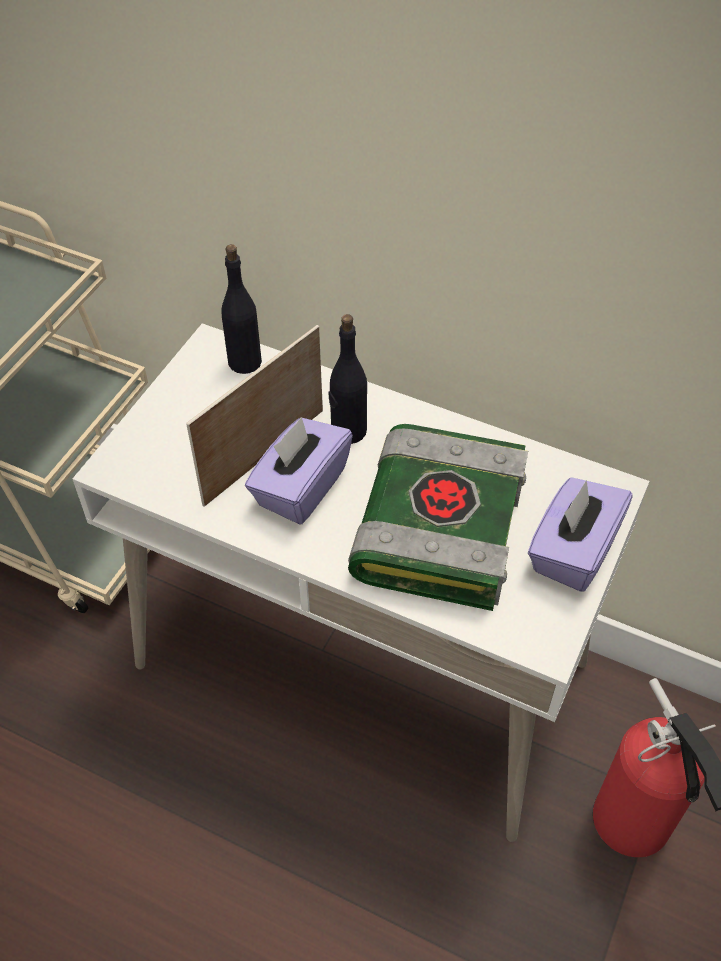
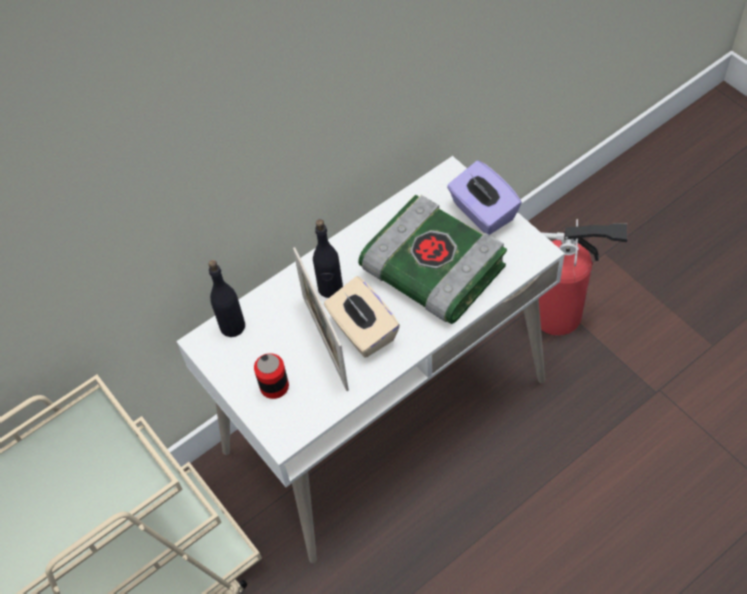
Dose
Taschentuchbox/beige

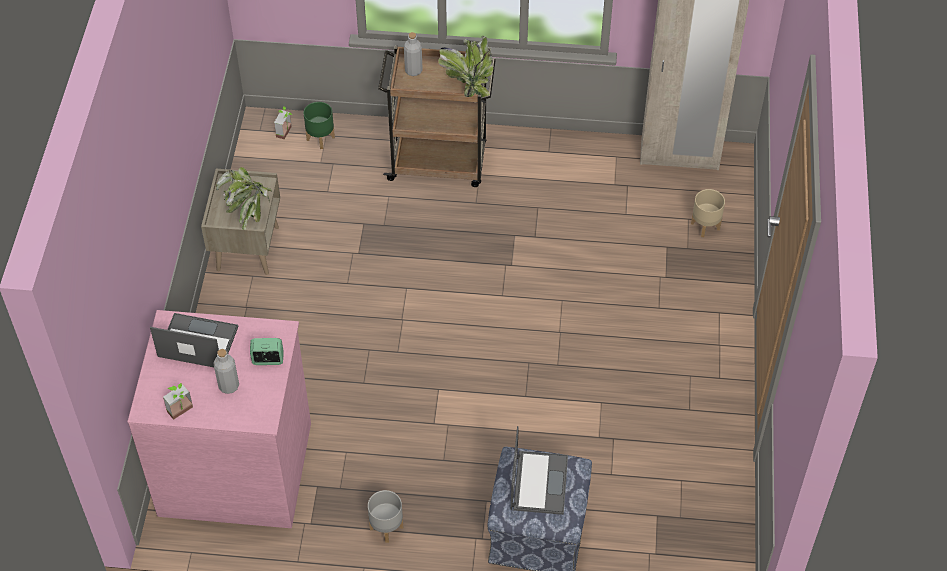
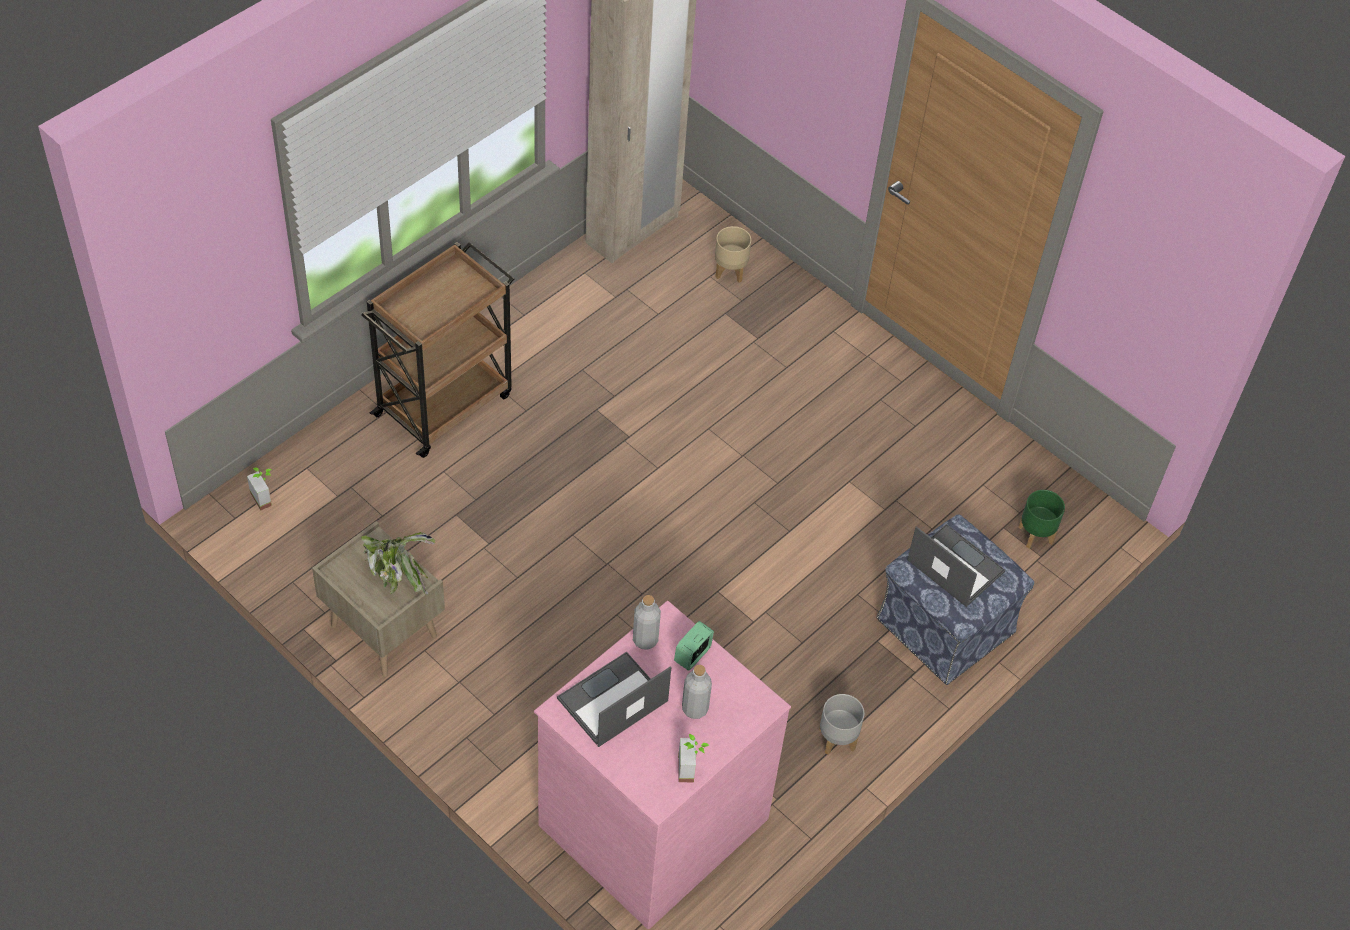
Topfpflanze (4th from left in the first image)
Pflanzkübel/grün
Flasche/grau (1st from left)

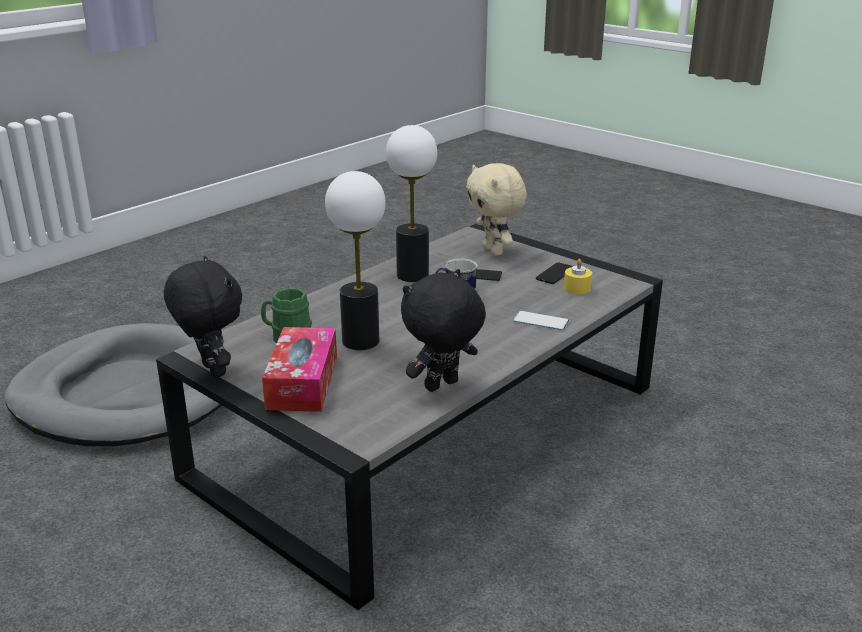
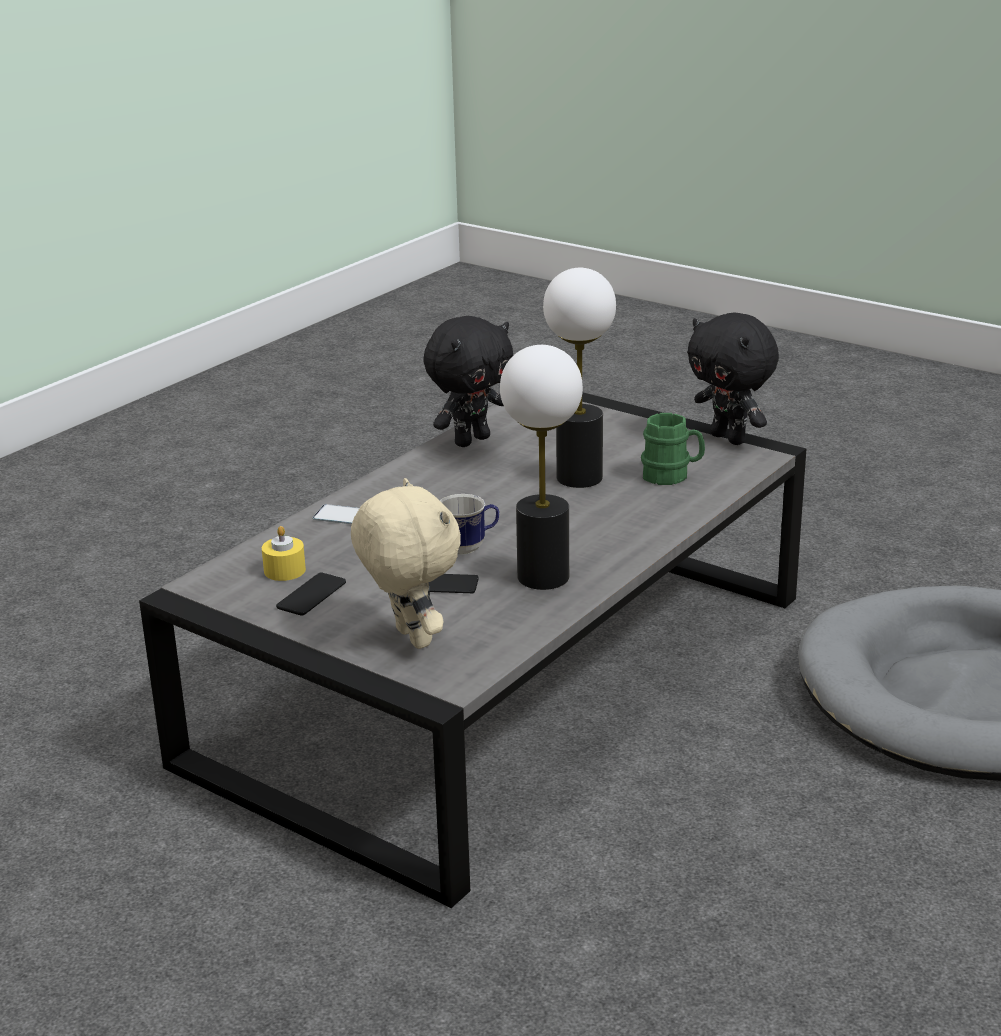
Taschentuchbox

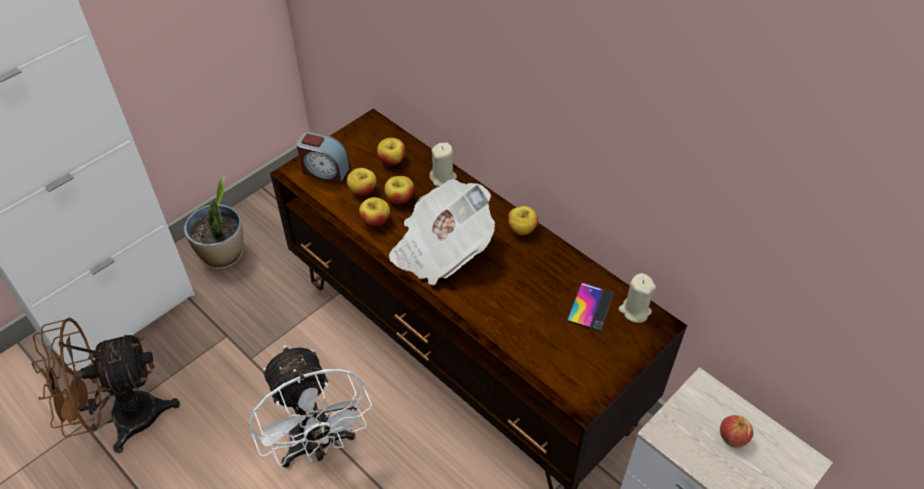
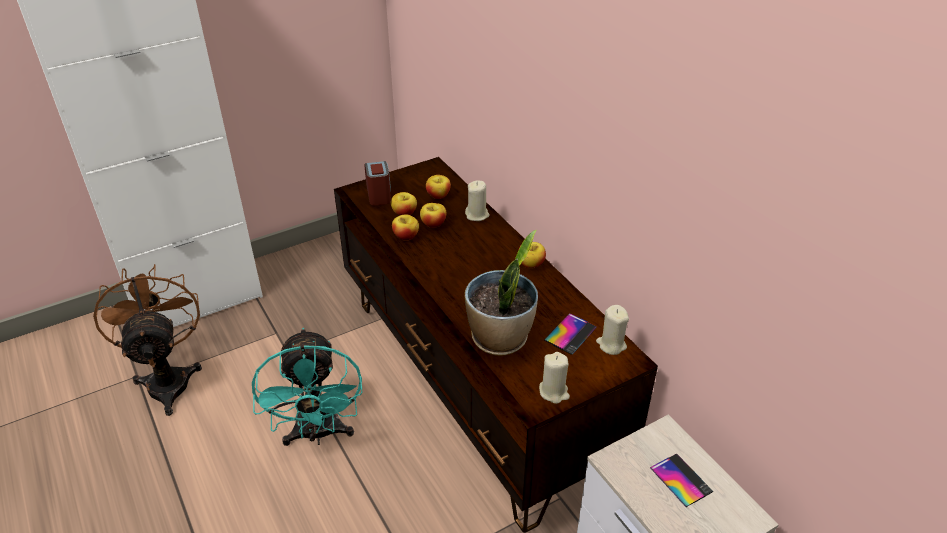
Zeitung
Kerze/beige (2nd from left)
Topfpflanze
Handy (2nd from left)
Ventilator/türkis
Ventilator/braun
Wecker

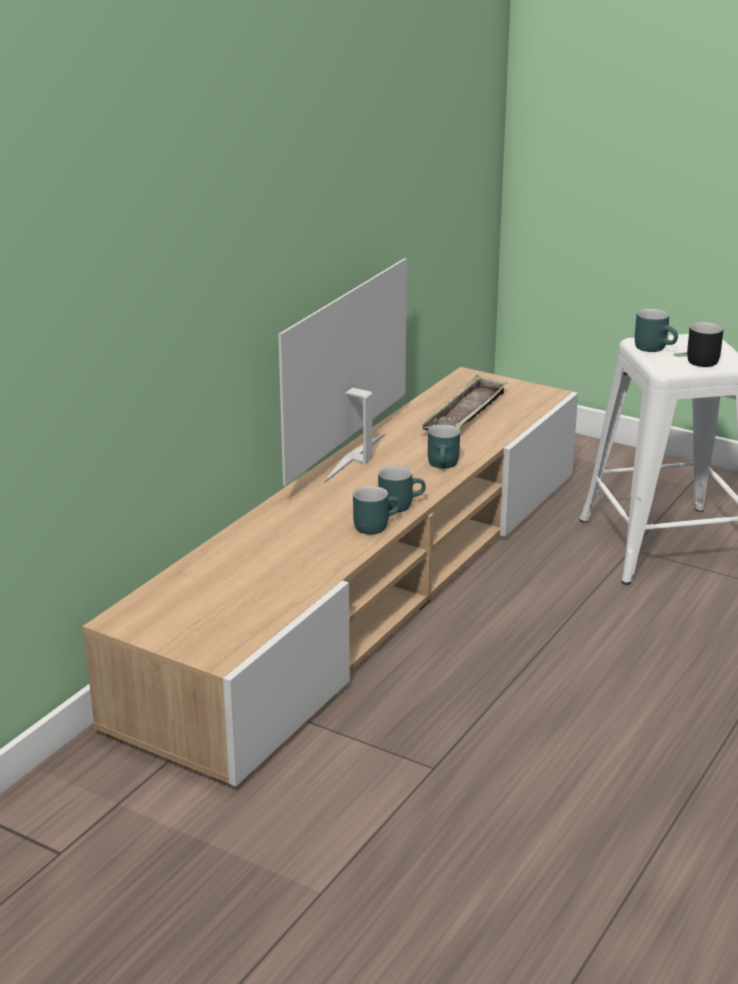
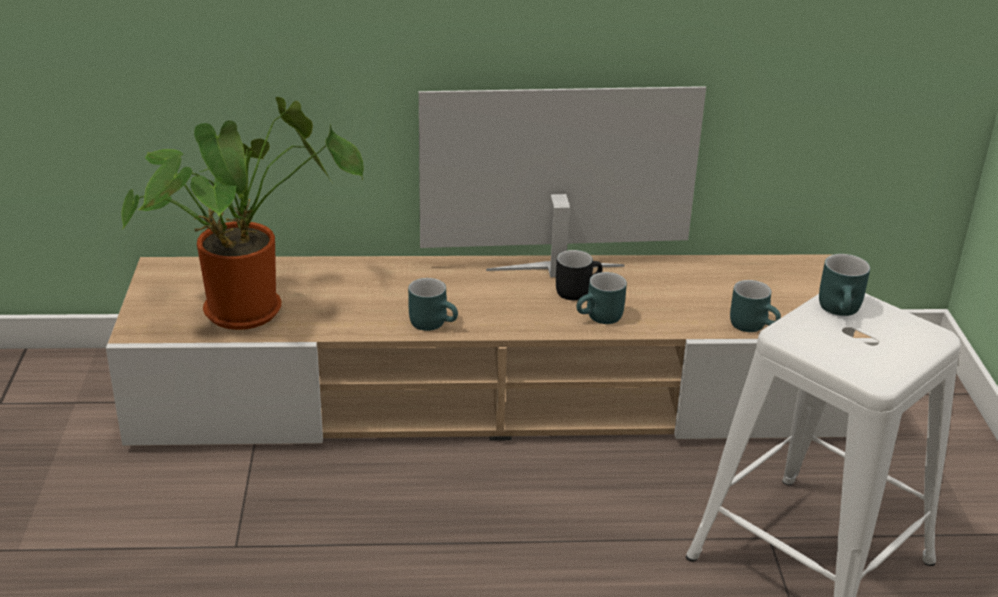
Tablett
Topfpflanze
Henkelbecher/türkis (3rd from left)
Henkelbecher/schwarz

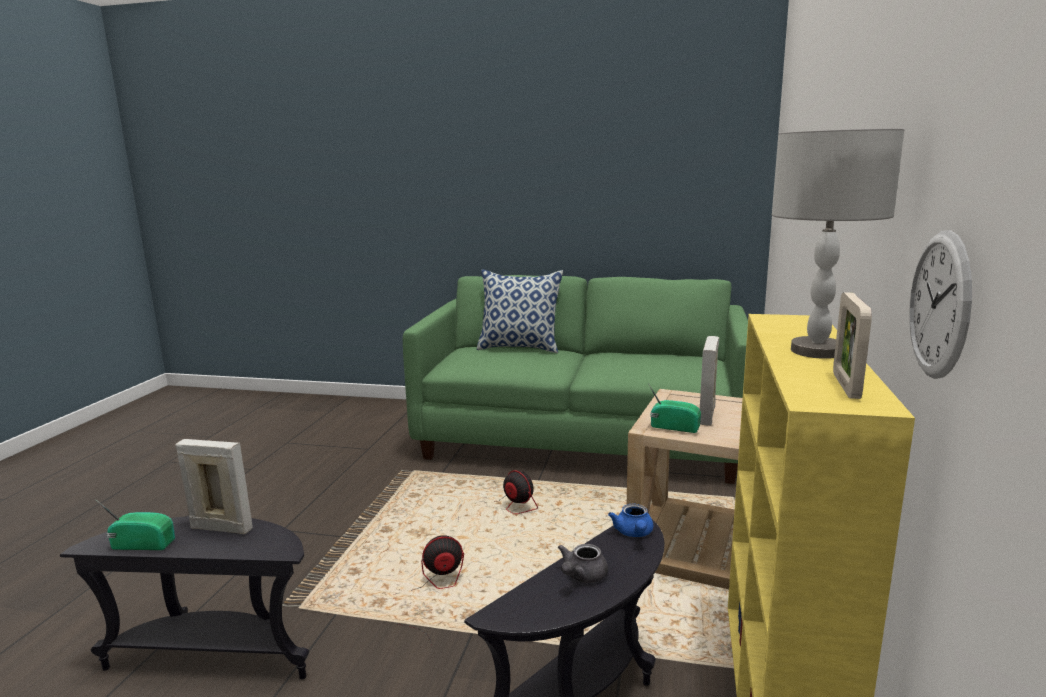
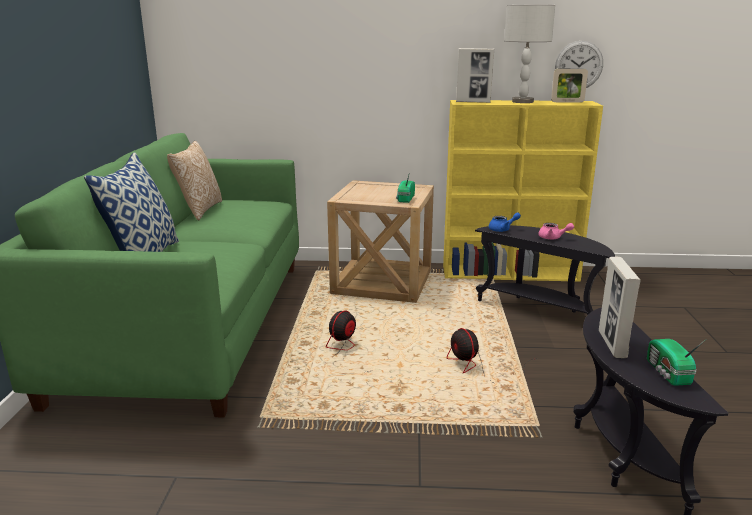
Kissen (2nd from left)
Bilderrahmen (1st from left)
Teekanne/rosa

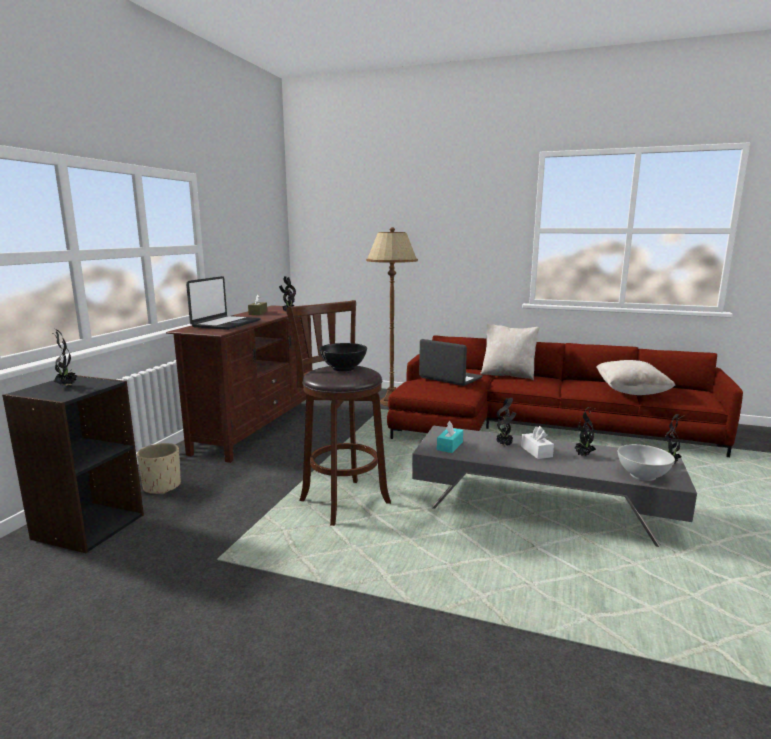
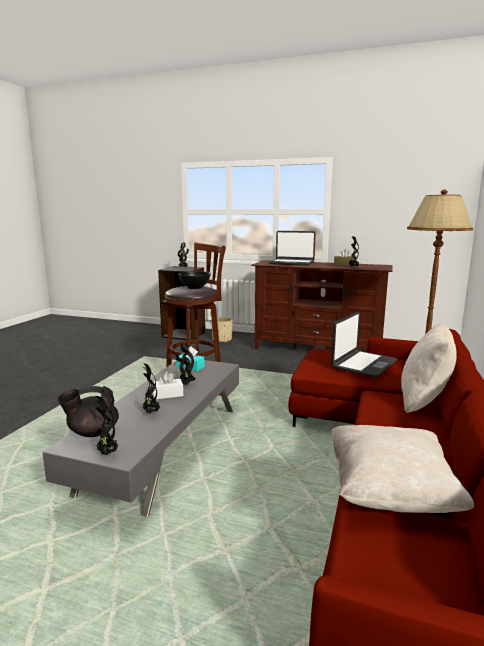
Teekanne/schwarz

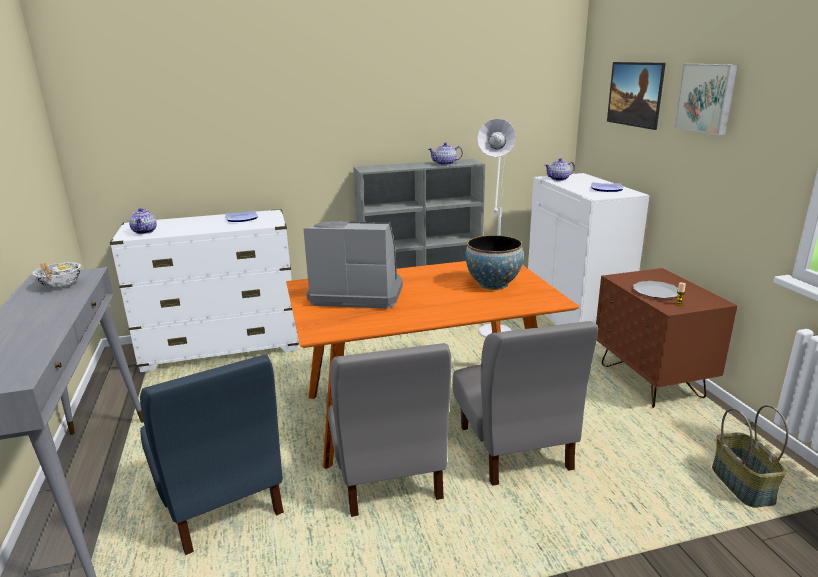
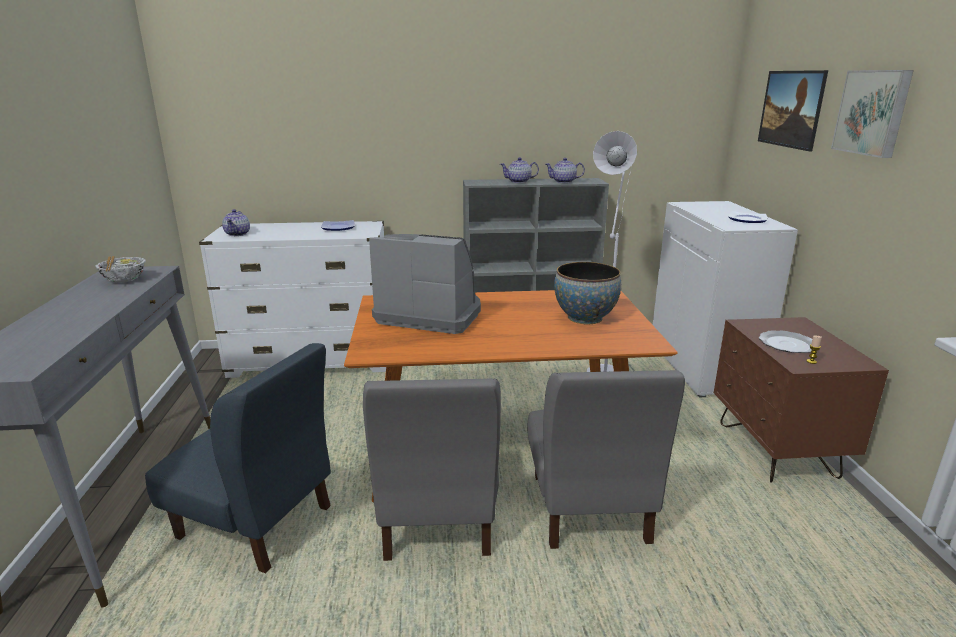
Korb
Teekanne (2nd from left)
Stuhl/blau

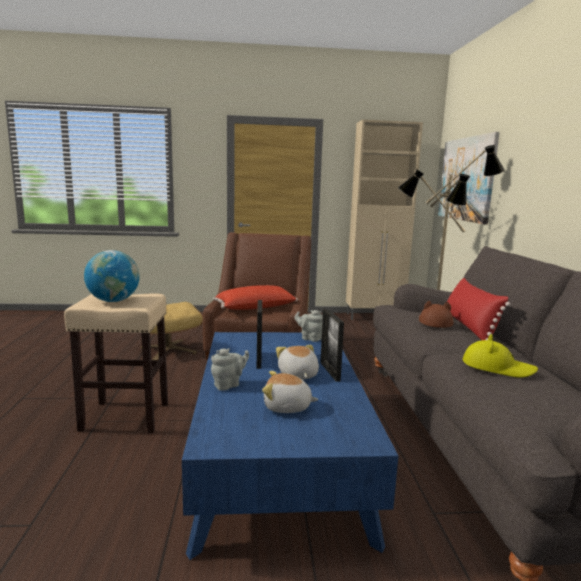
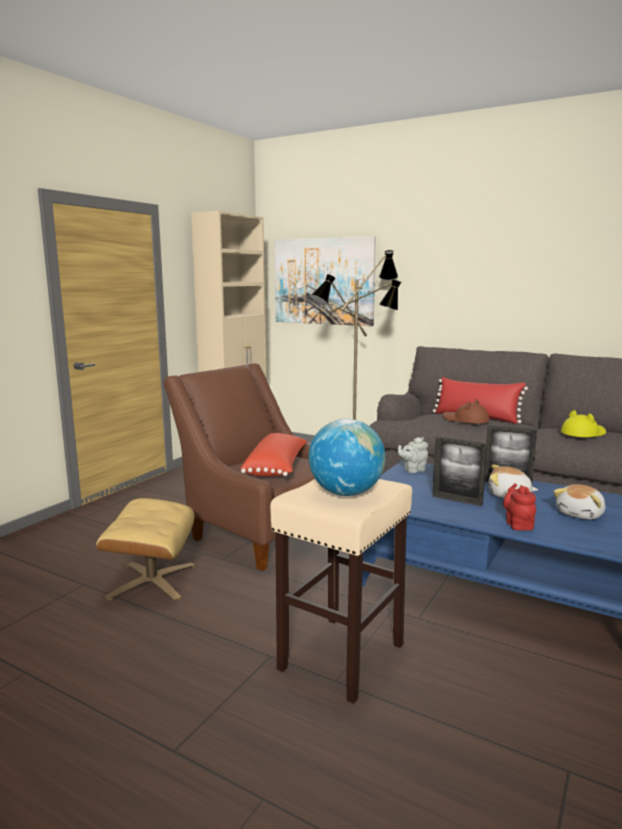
Teekanne/rot

